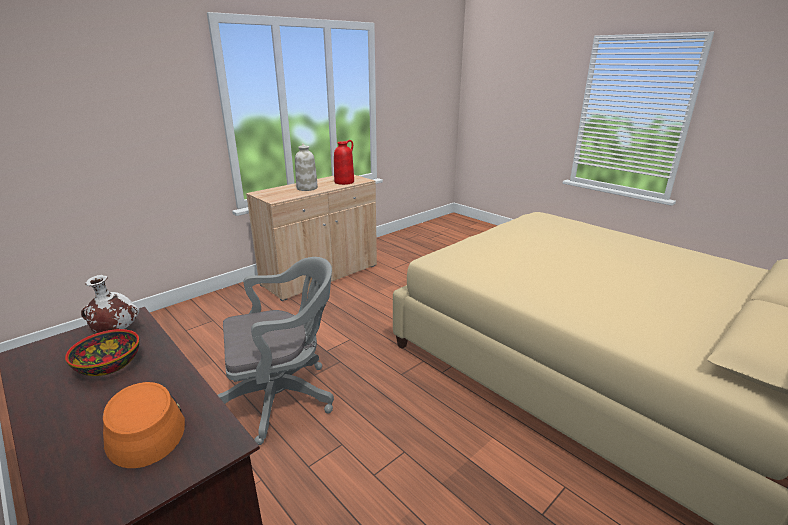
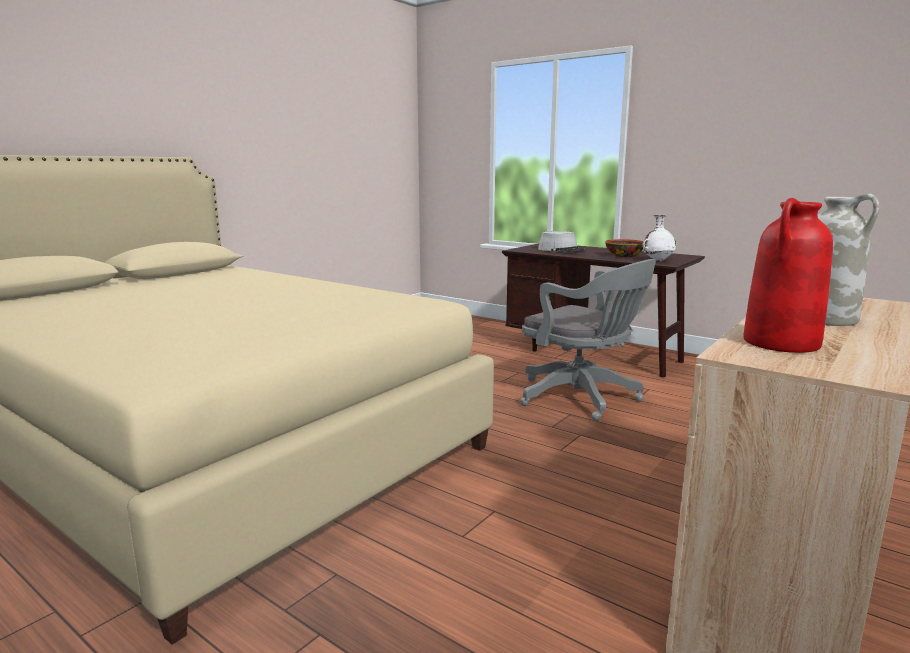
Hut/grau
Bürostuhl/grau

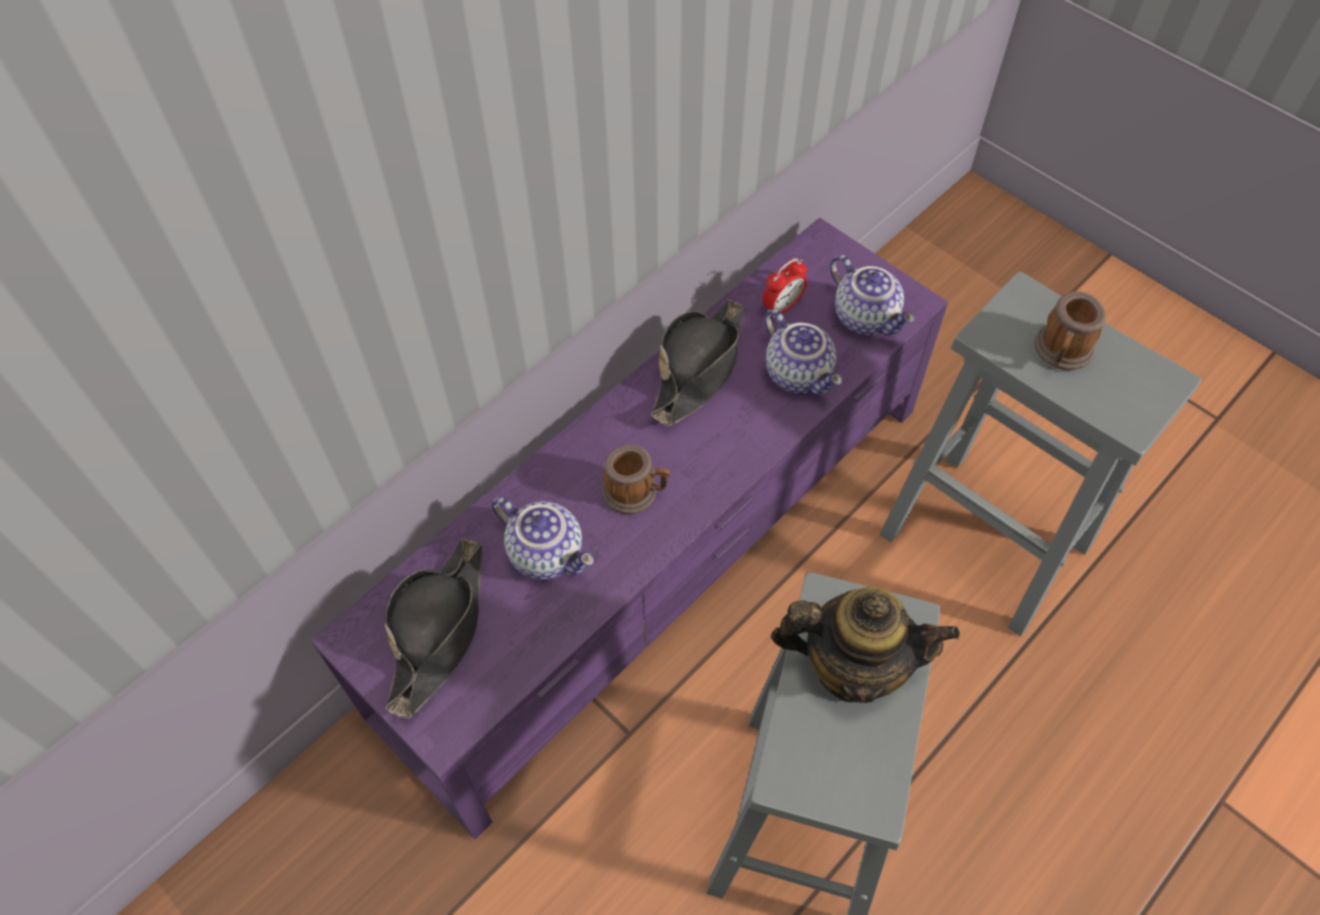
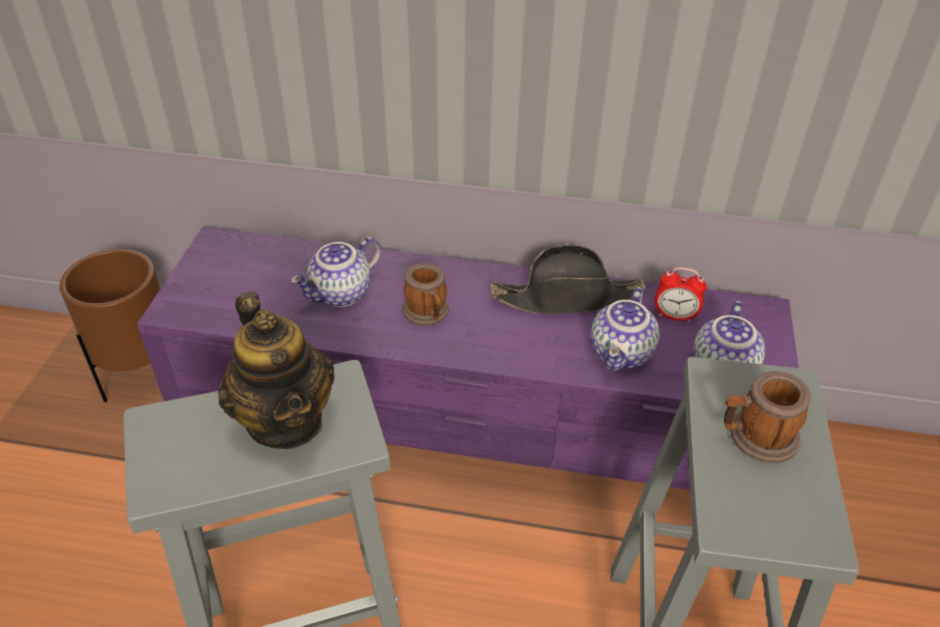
Hut/schwarz (1st from left in the first image)
Pflanzkübel/braun
Teekanne (2nd from left)

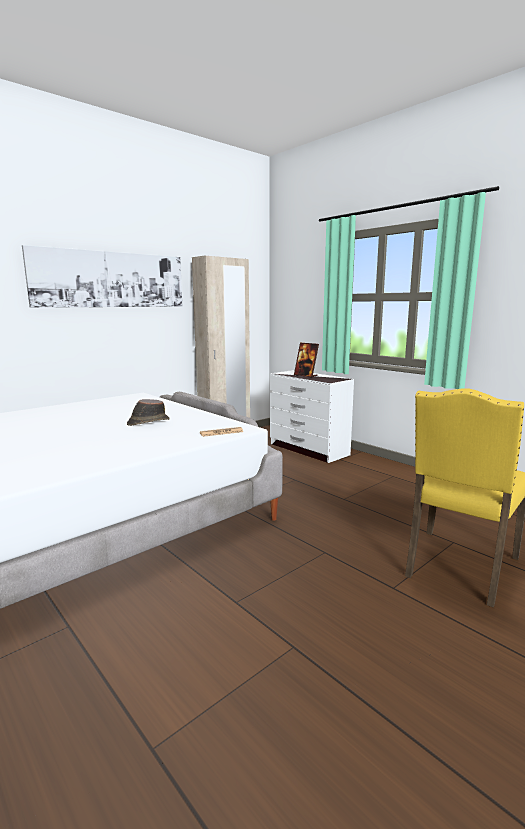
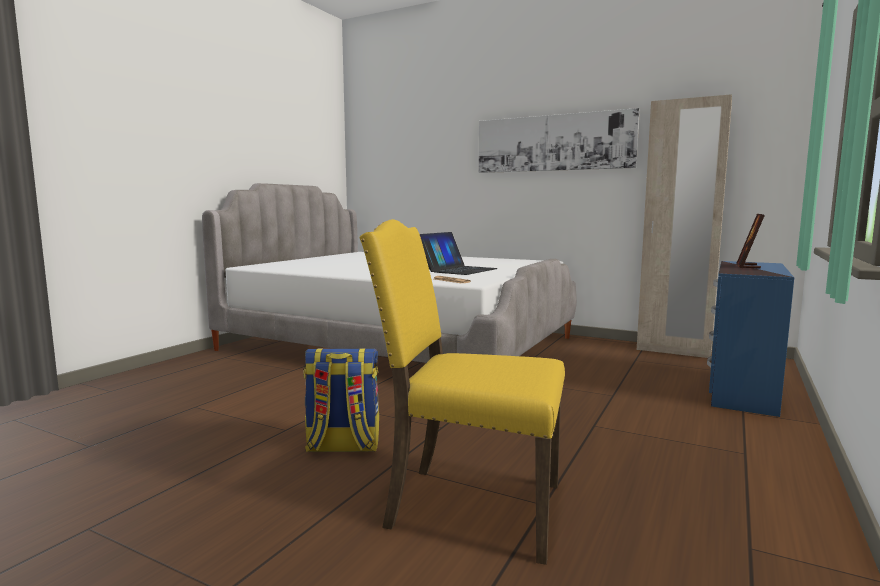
Rucksack
Laptop
Kommode/blau

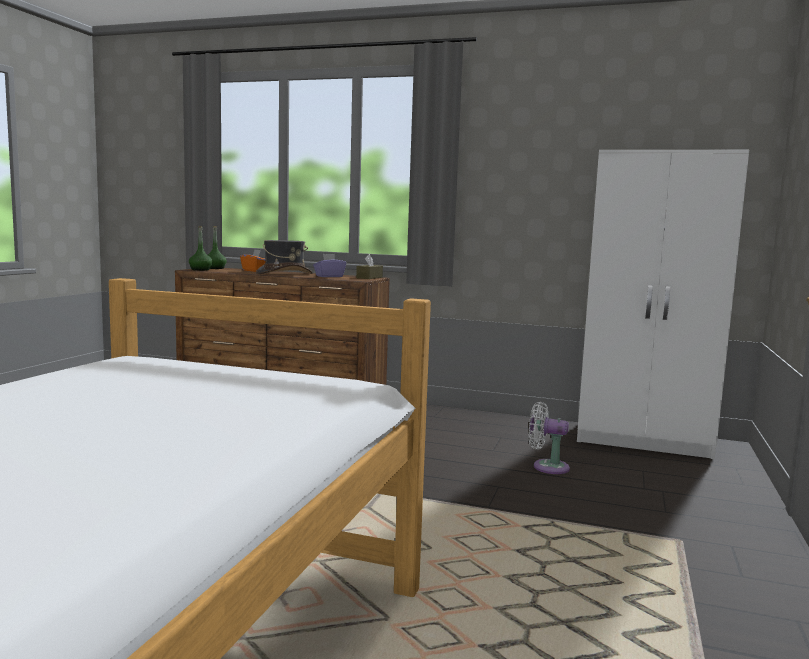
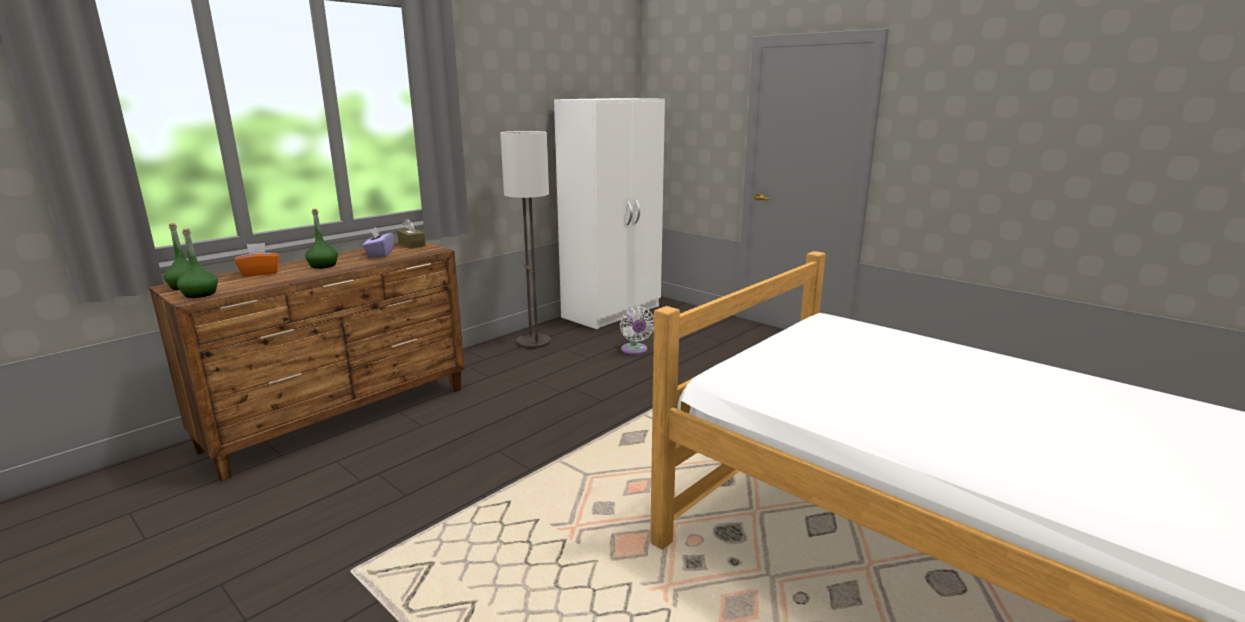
Stehlampe
Flasche/grün (3rd from left)
Ventilator/weiß

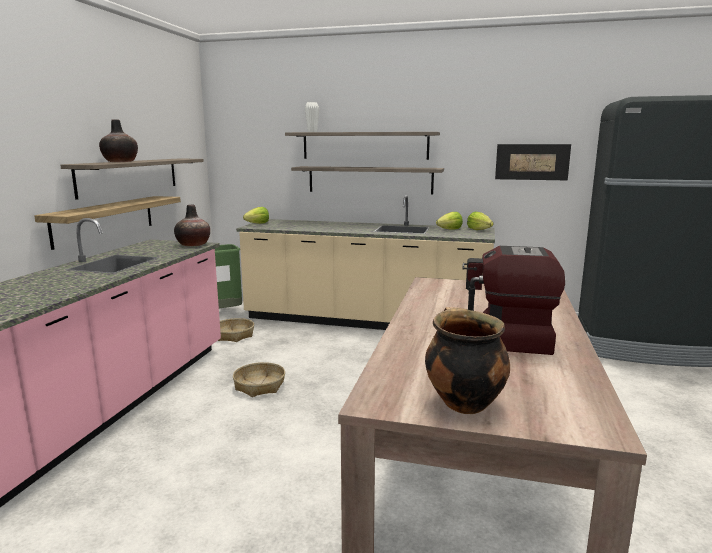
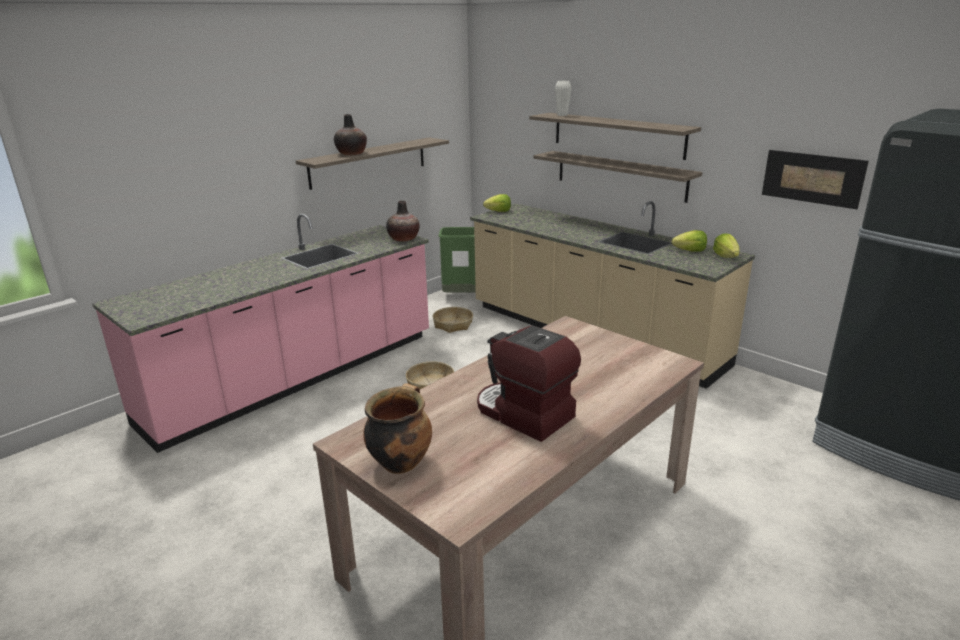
Wandregal (1st from left in the first image)

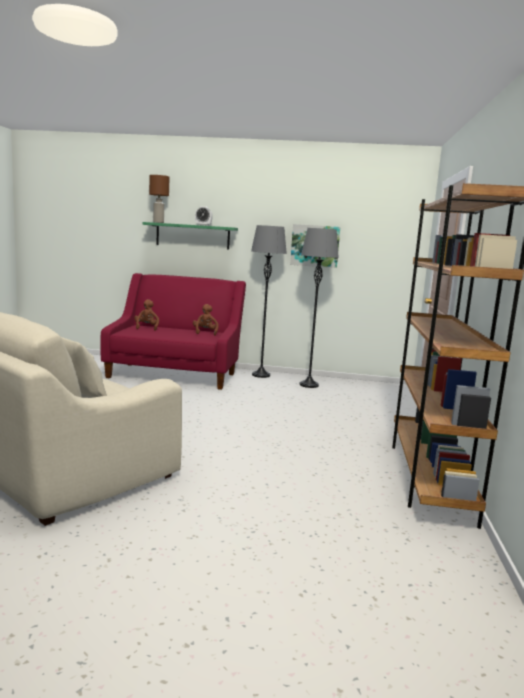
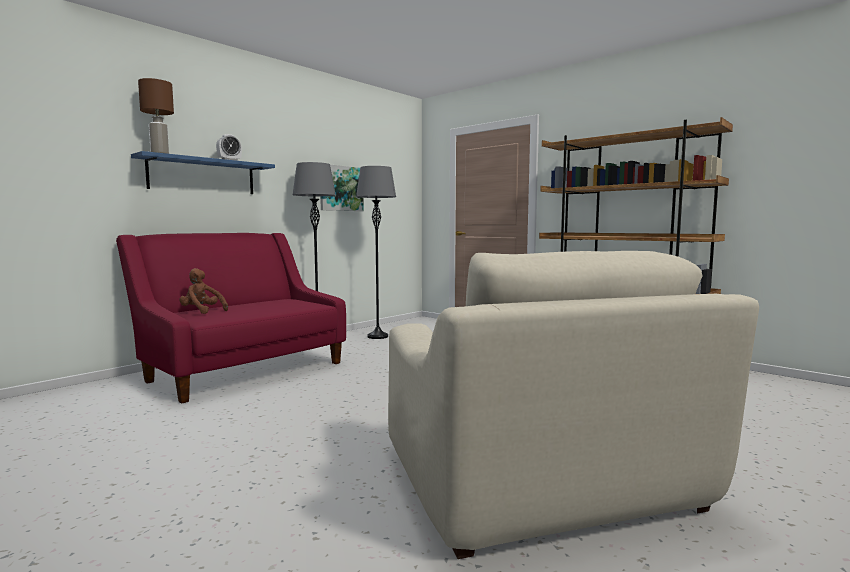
Plüschtier/braun (2nd from left in the first image)
Wandregal/blau

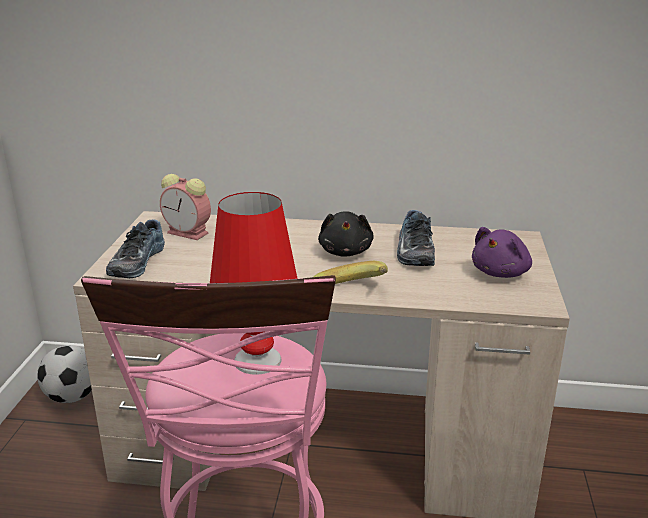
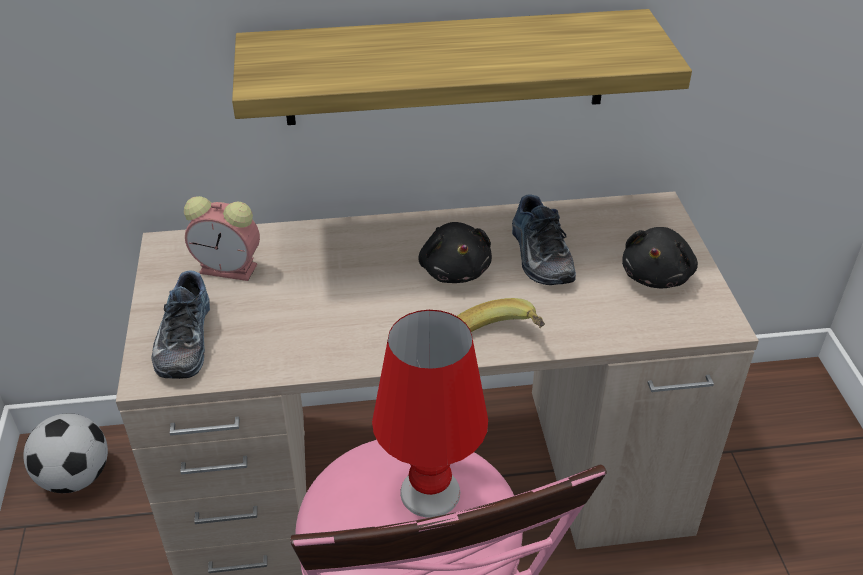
Wandregal
Plüschtier/schwarz (2nd from left)

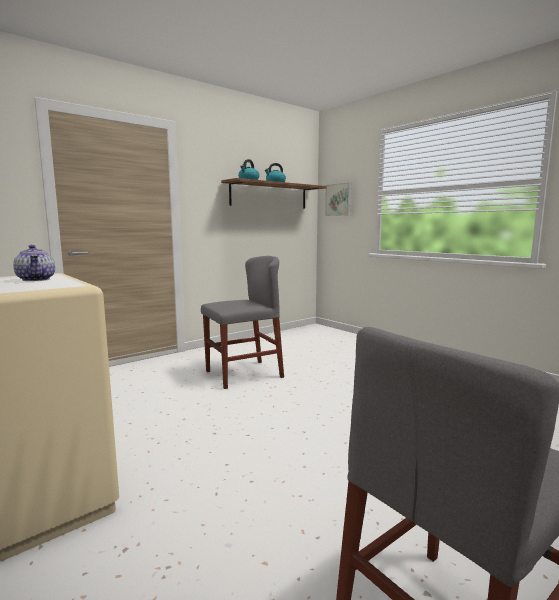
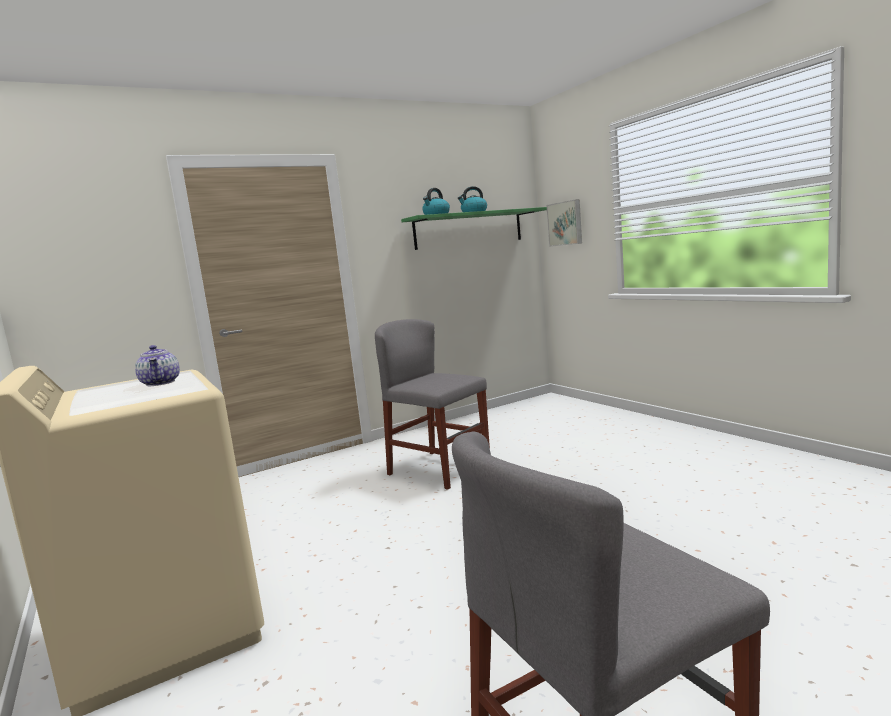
Wandregal/grün
Stuhl/grau (1st from left)

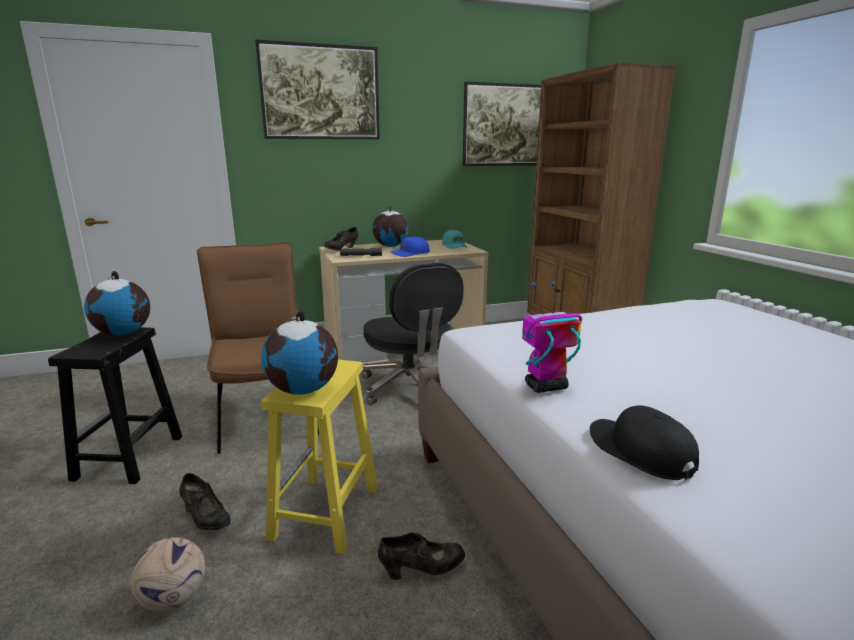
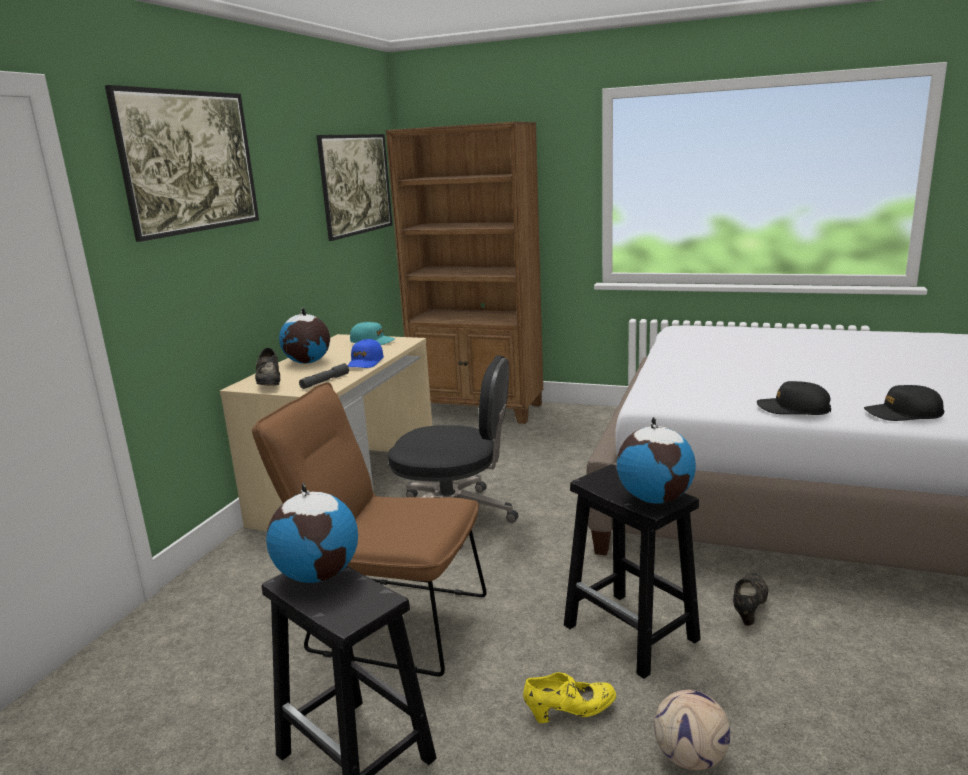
Kappe/schwarz (1st from left)
Schuh/gelb
Hocker/schwarz (2nd from left)

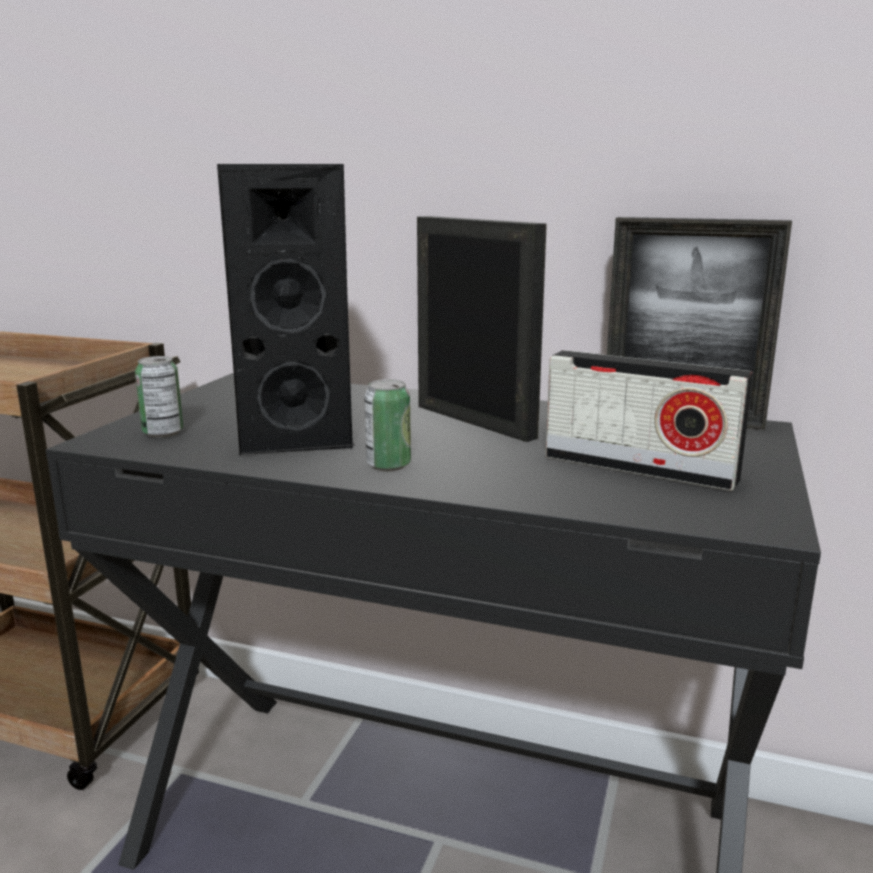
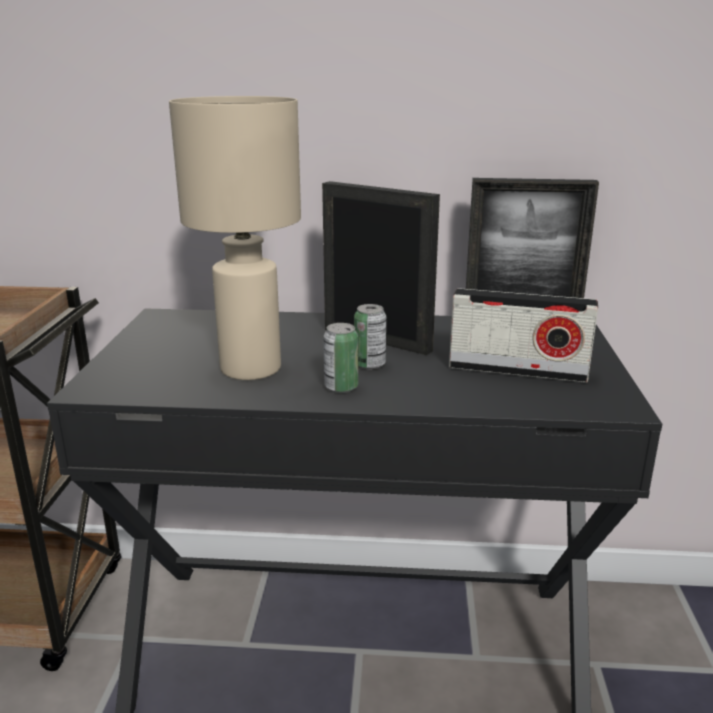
Dose (2nd from left)
Tischlampe/beige

